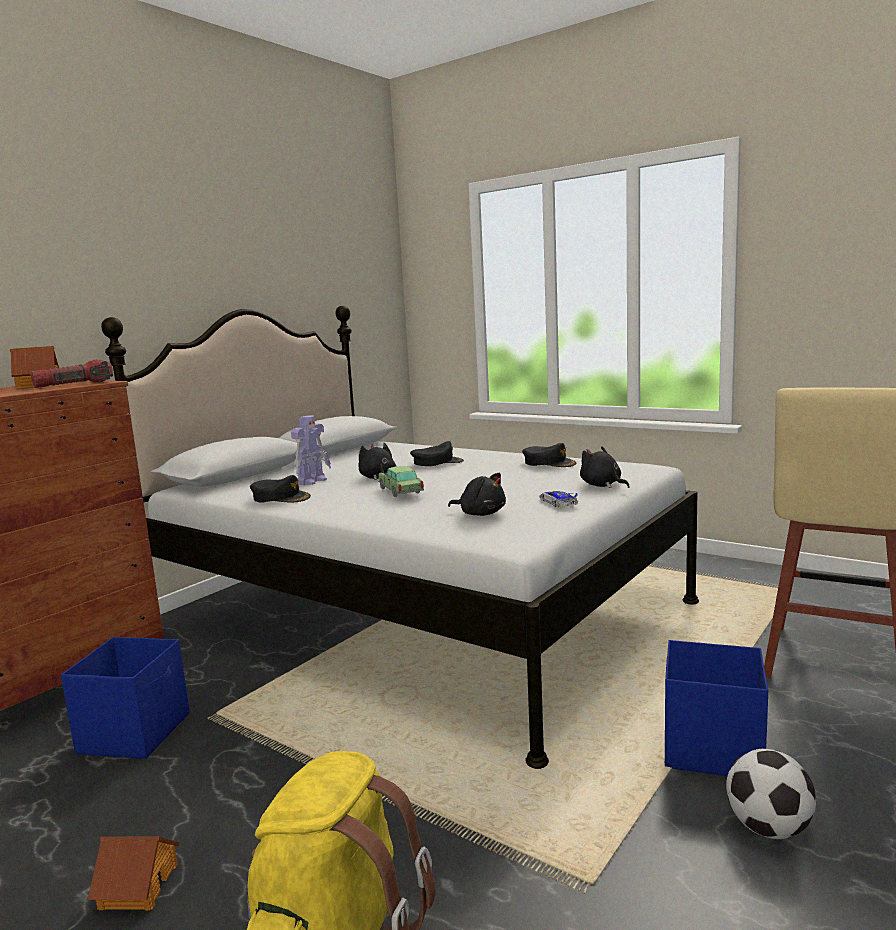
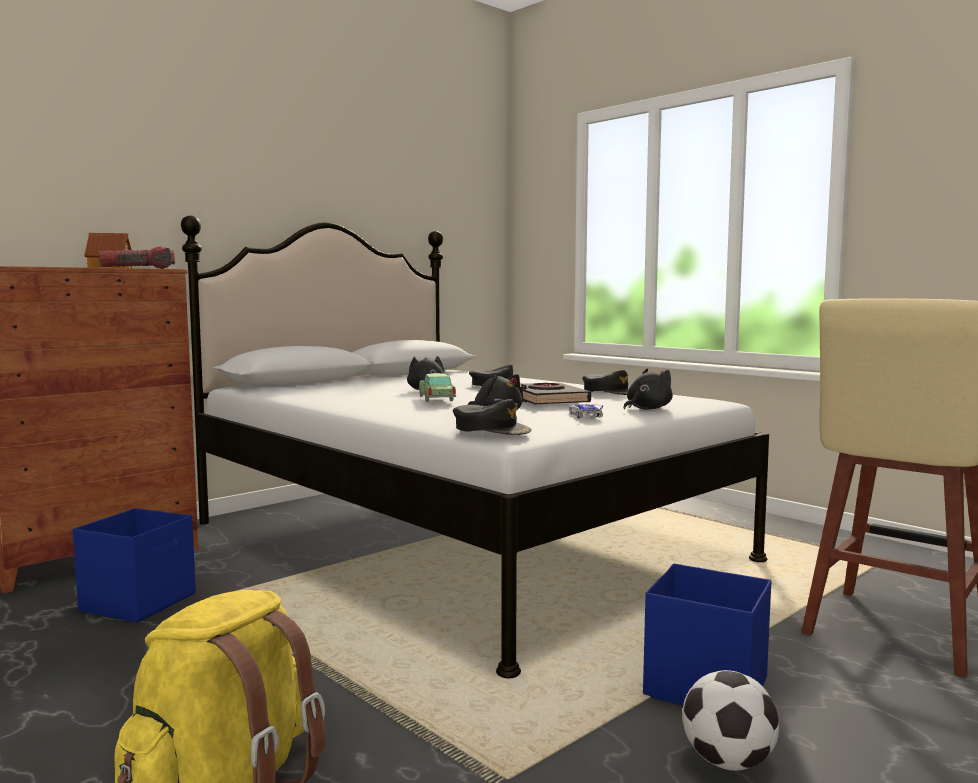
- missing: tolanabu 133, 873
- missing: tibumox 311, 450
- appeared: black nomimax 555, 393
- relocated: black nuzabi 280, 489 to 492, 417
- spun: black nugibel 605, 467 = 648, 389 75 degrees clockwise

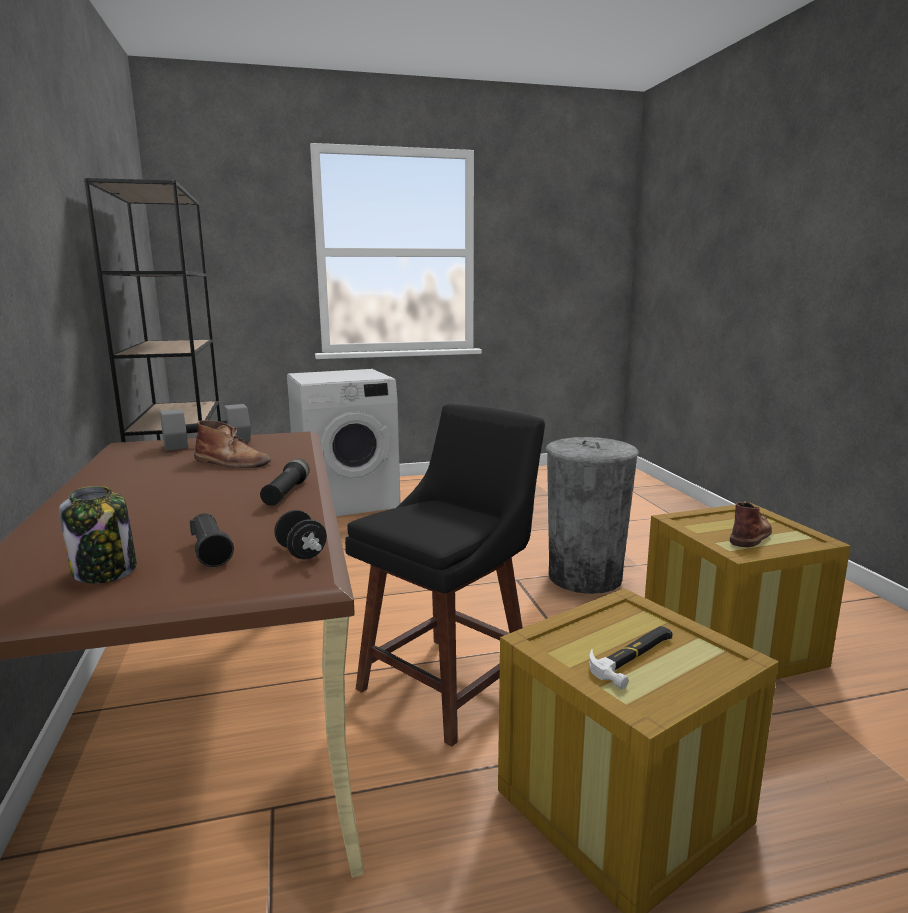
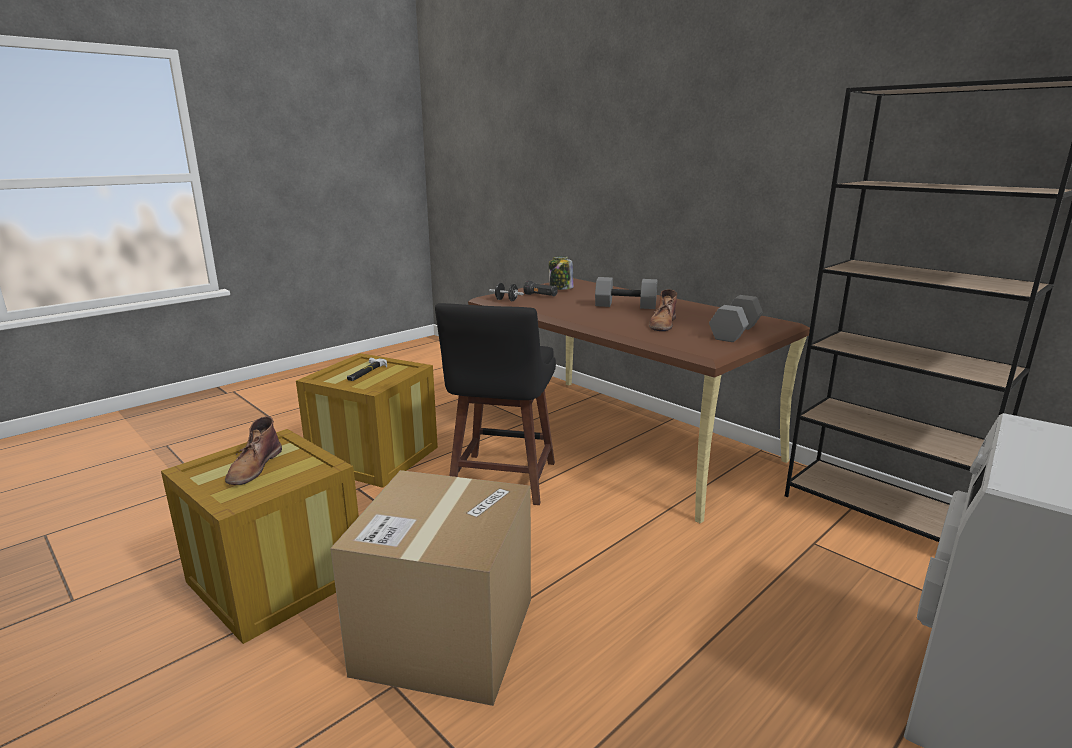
- missing: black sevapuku 285, 482
- appeared: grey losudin 626, 293
- exchanged: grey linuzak 592, 515 to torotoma 430, 588
- spun: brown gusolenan 232, 444 = 663, 310 60 degrees counterclockwise

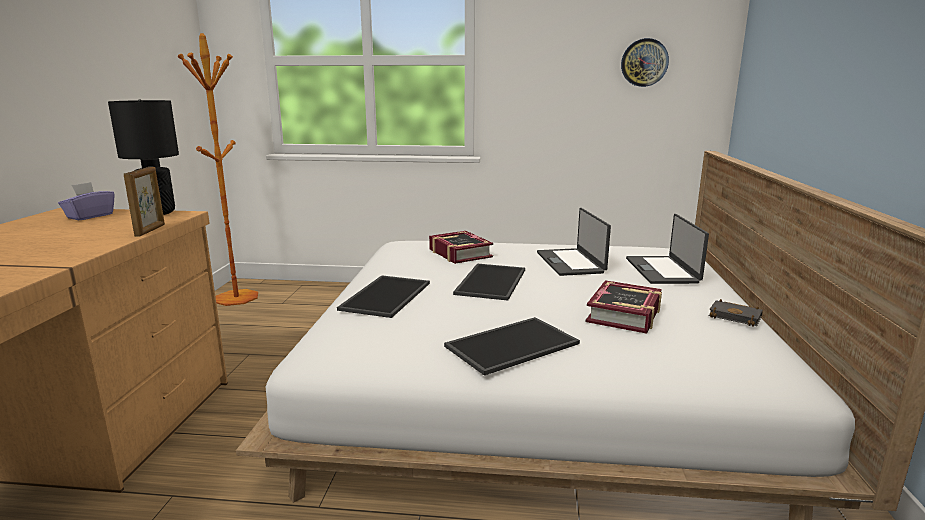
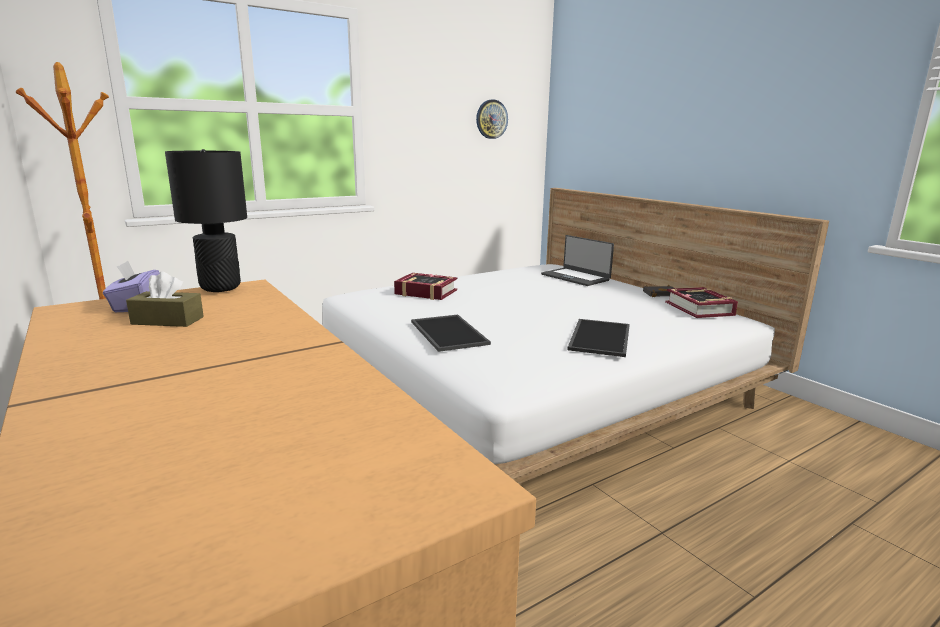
- missing: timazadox 144, 201
- missing: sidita 489, 282
- missing: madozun 574, 242
- appeared: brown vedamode 165, 299
- relocated: nomimax 623, 307 to 701, 302

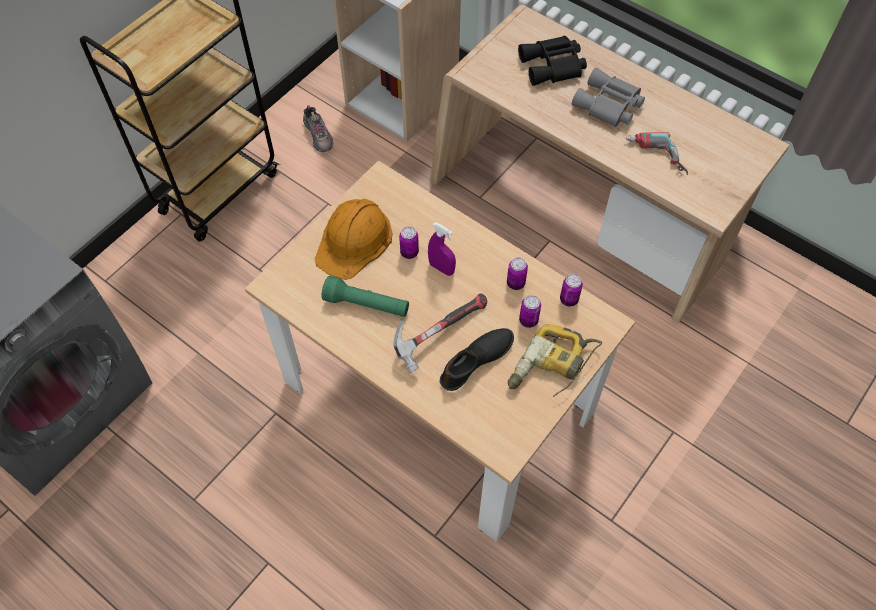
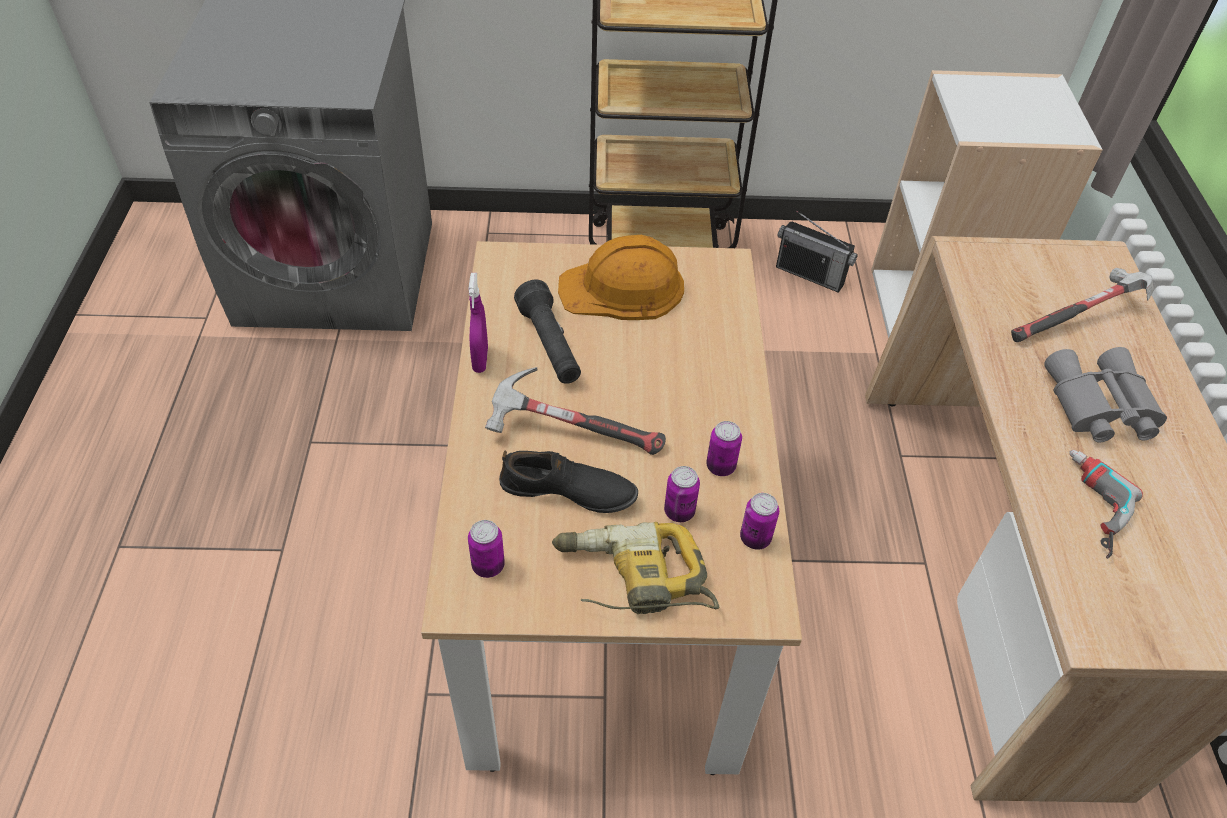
- relocated: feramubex 409, 242 to 486, 549
- relocated: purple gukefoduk 442, 249 to 478, 323
- exchanged: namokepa 318, 128 to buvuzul 817, 252
- exchanged: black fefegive 552, 61 to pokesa 1082, 305
- colour: green sevapuku 365, 296 to black sevapuku 547, 332

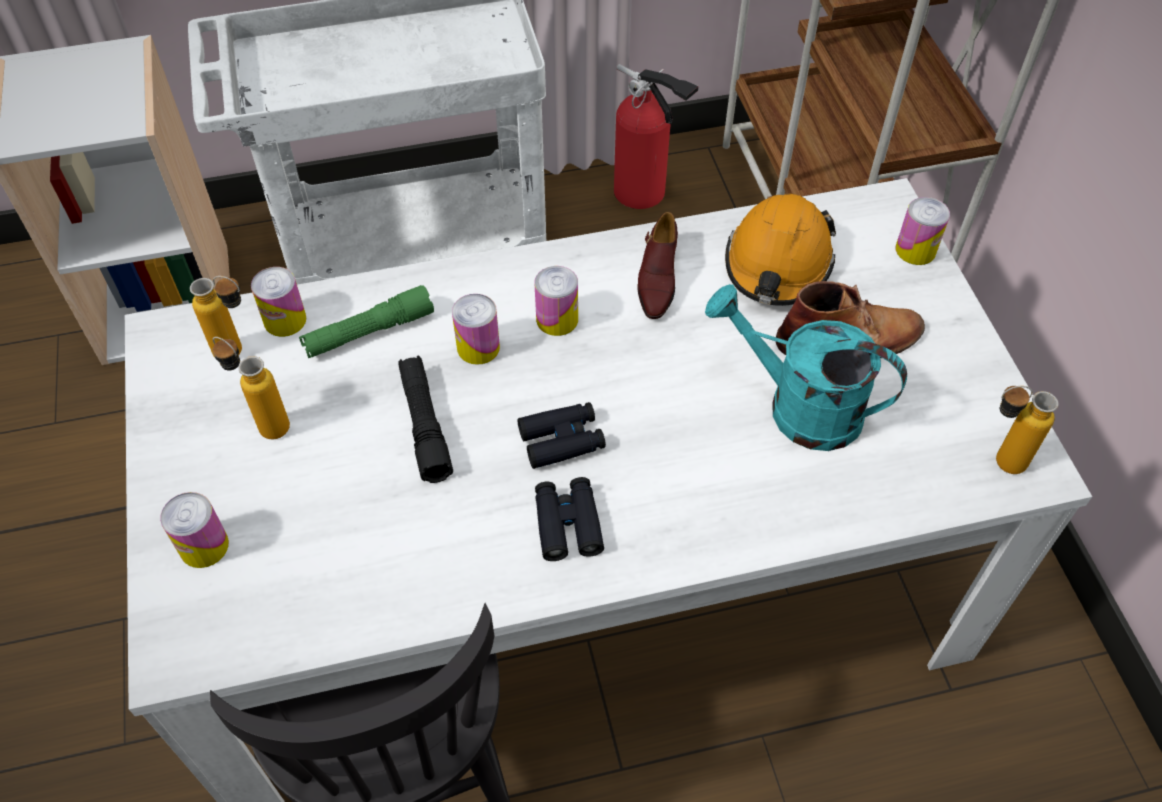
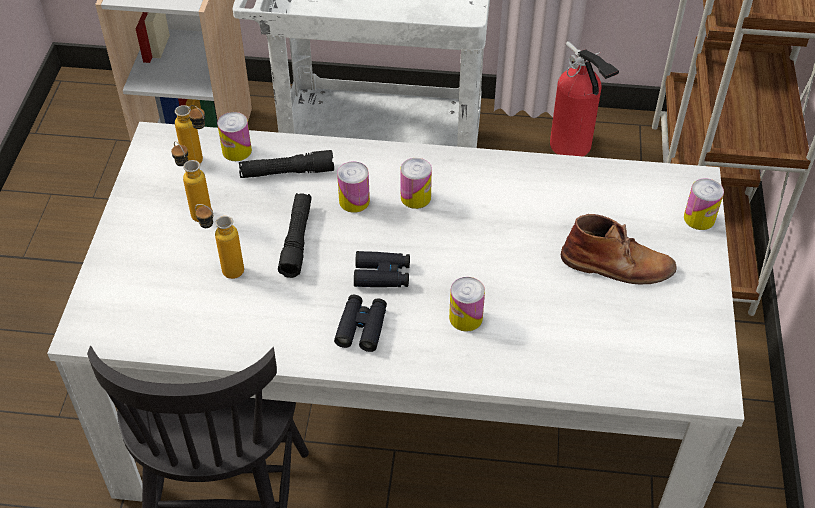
- missing: brown namokepa 658, 265
- missing: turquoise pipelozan 806, 367
- missing: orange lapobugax 780, 250
- relocated: feramubex 194, 530 to 467, 304
- relocated: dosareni 1027, 430 to 219, 241
- colour: green sevapuku 366, 321 to black sevapuku 286, 164

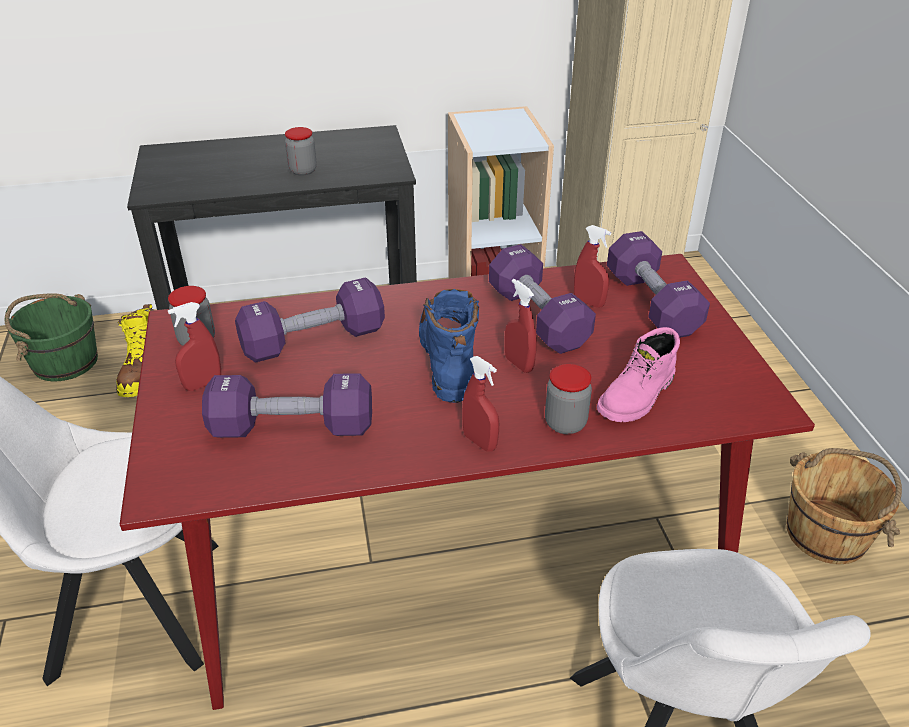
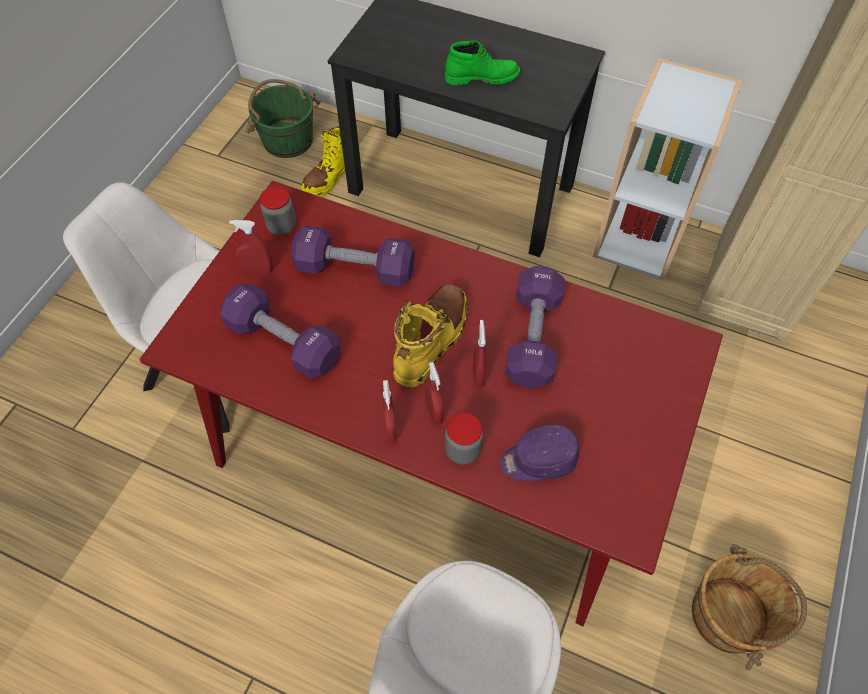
- missing: purple losudin 658, 284
- relocated: red gukefoduk 592, 266 to 434, 393
- exchanged: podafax 301, 151 to green gusolenan 482, 62
- exchanged: pink gusolenan 638, 374 to purple nuzabi 539, 453
- colour: blue gusolenan 449, 346 to yellow gusolenan 430, 335

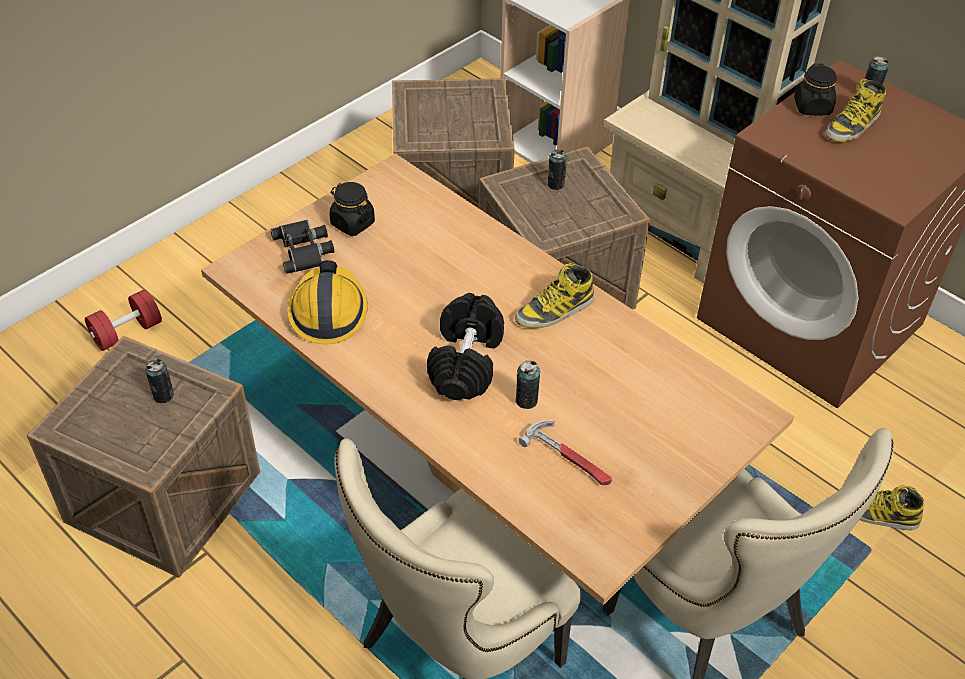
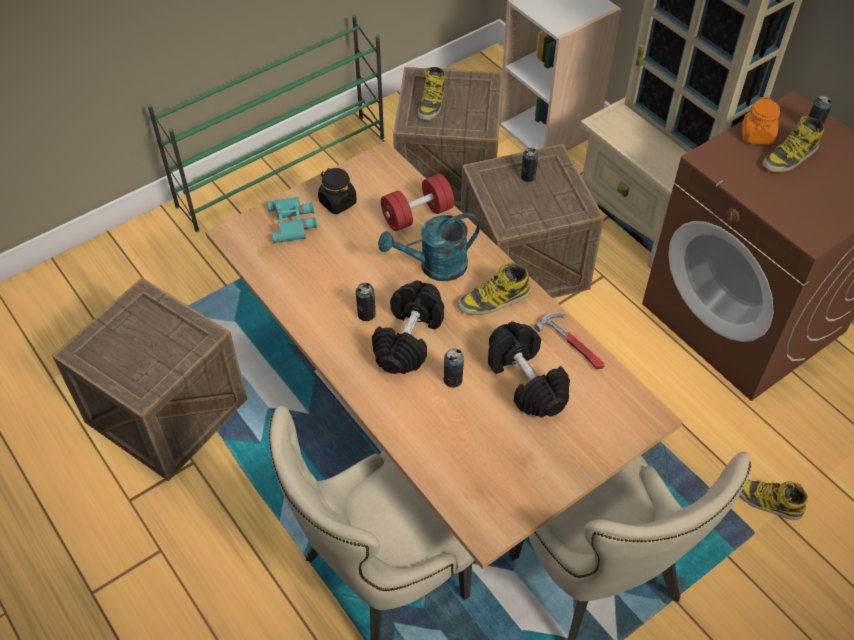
- missing: lapobugax 327, 302
- appeared: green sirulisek 265, 123
- appeared: turquoise pipelozan 429, 247
- appeared: gusolenan 431, 94
- appeared: black losudin 529, 369
- relocated: red losudin 123, 320 to 417, 202
- relocated: feramubex 159, 381 to 366, 302
- relocated: pokesa 565, 452 to 569, 340
- colour: black fefegive 302, 247 to turquoise fefegive 292, 220
- colour: black podafax 815, 89 to orange podafax 761, 121

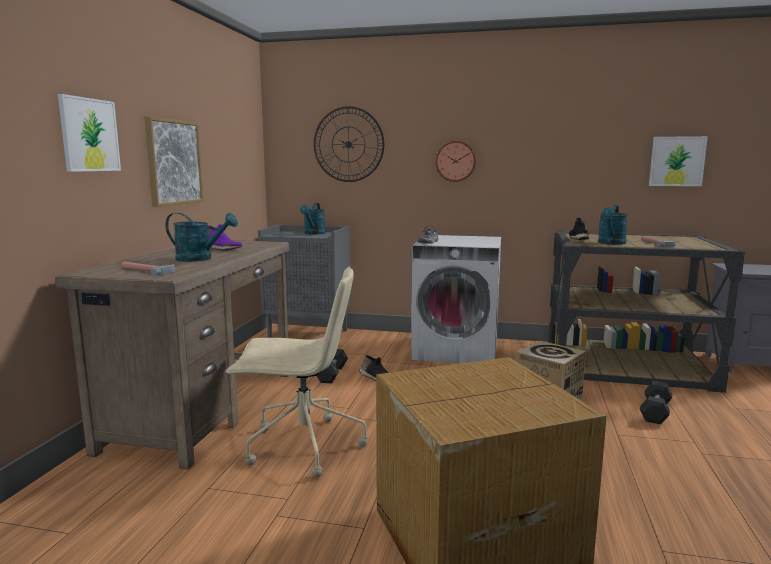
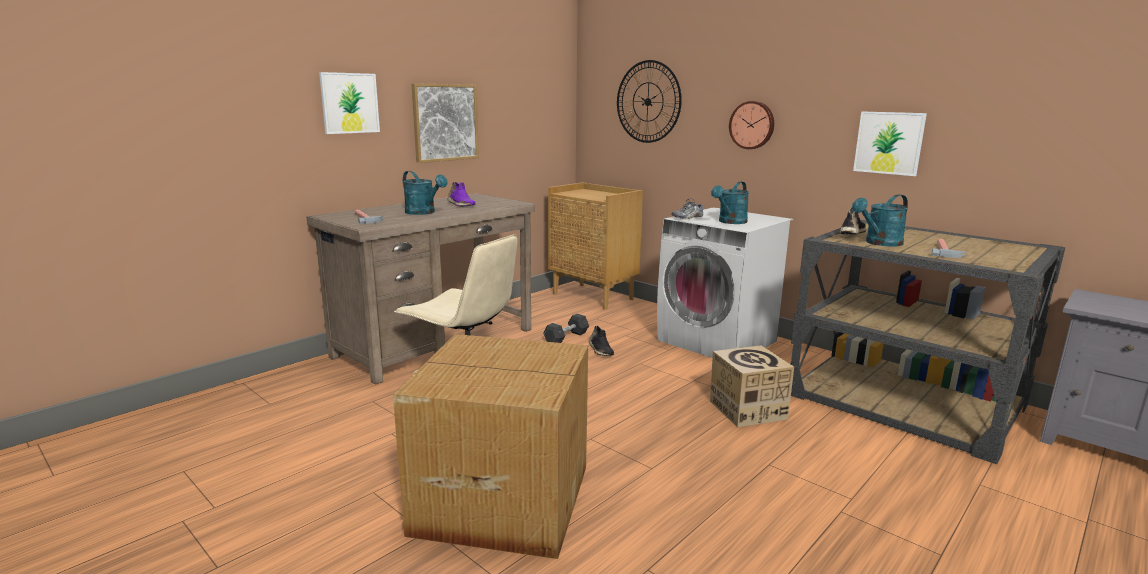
- missing: grey losudin 656, 403
- relocated: turquoise pipelozan 313, 219 to 730, 203
- relocated: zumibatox 678, 161 to 890, 144
- colour: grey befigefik 304, 281 to brown befigefik 595, 246

